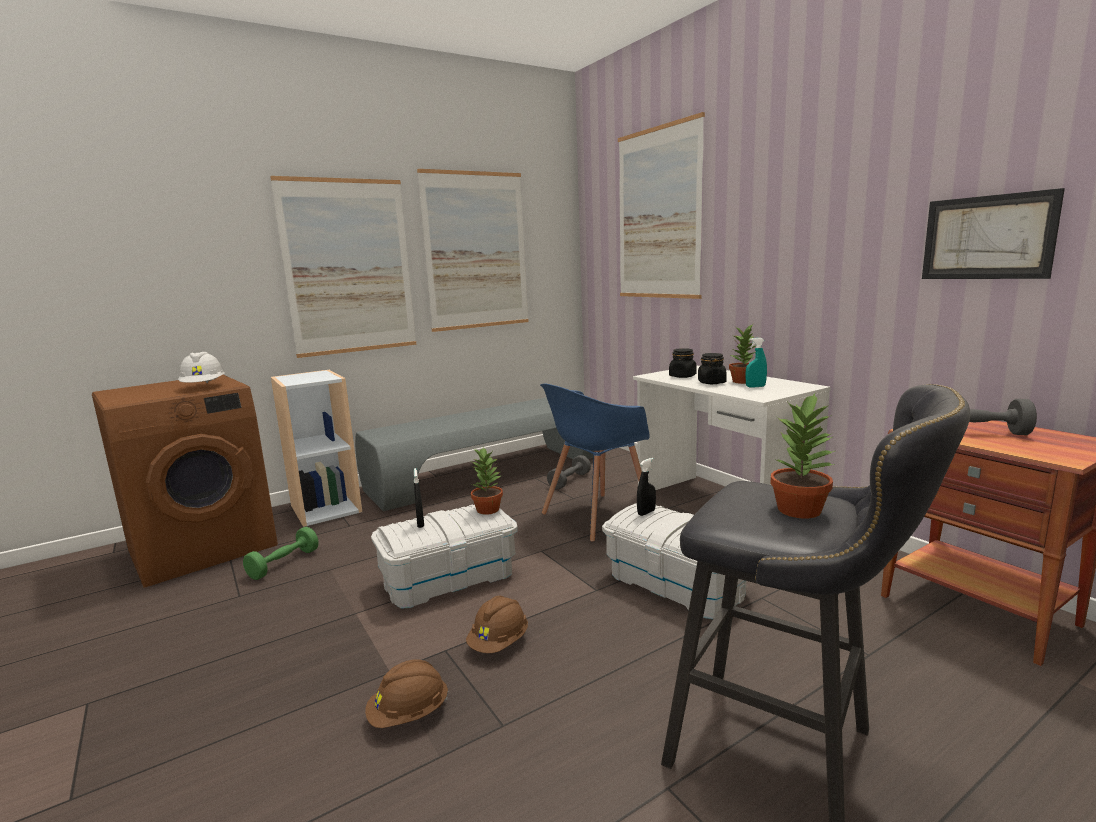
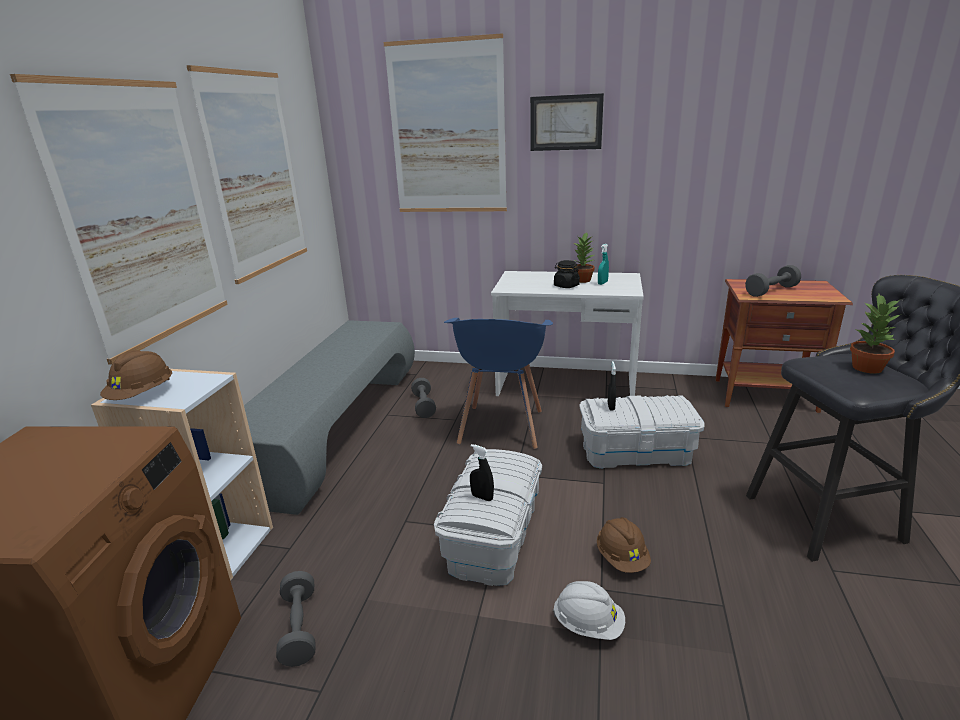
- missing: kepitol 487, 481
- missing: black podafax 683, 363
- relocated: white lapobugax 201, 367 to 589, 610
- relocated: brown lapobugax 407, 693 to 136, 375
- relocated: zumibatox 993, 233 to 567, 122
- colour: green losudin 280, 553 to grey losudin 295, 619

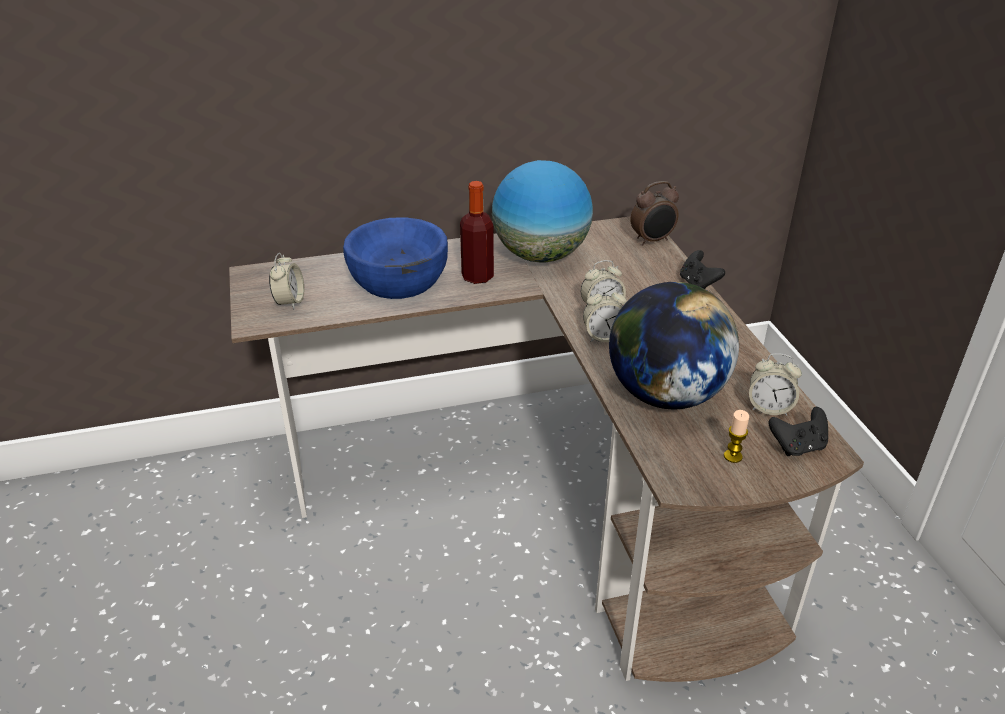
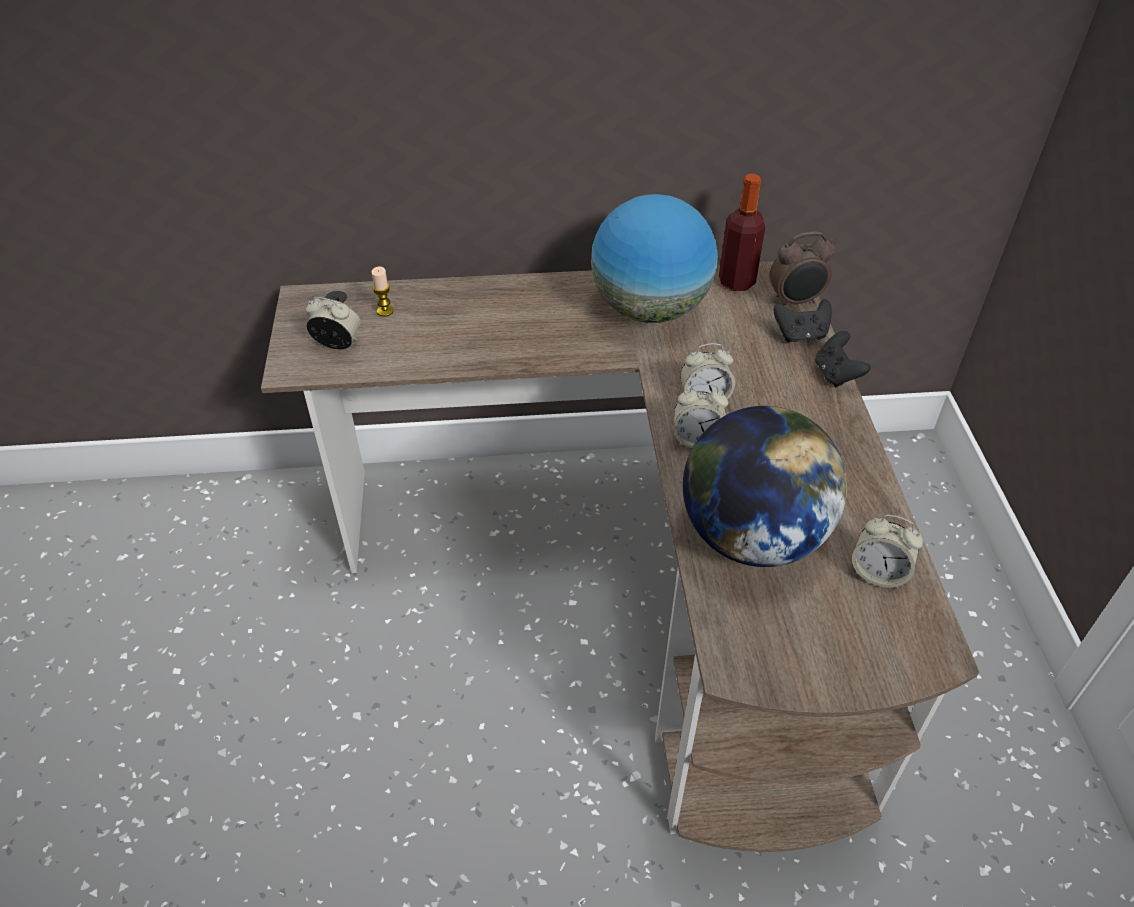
- missing: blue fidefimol 395, 258
- relocated: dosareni 477, 232 to 742, 232
- relocated: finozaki 736, 436 to 382, 291
- relocated: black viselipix 798, 431 to 803, 320
- spun: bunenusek 286, 281 = 333, 323 90 degrees counterclockwise

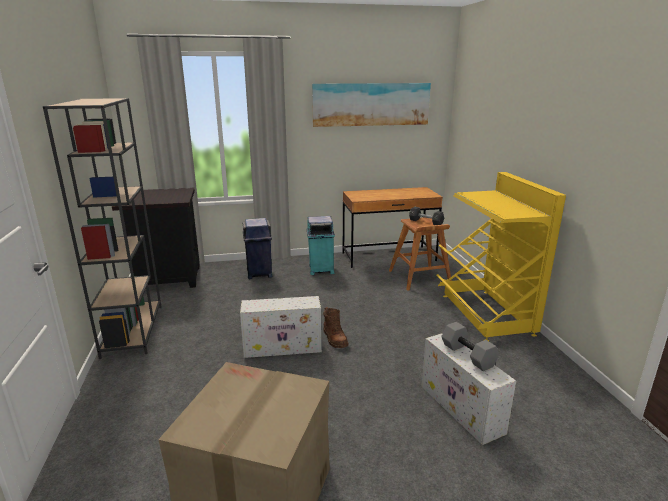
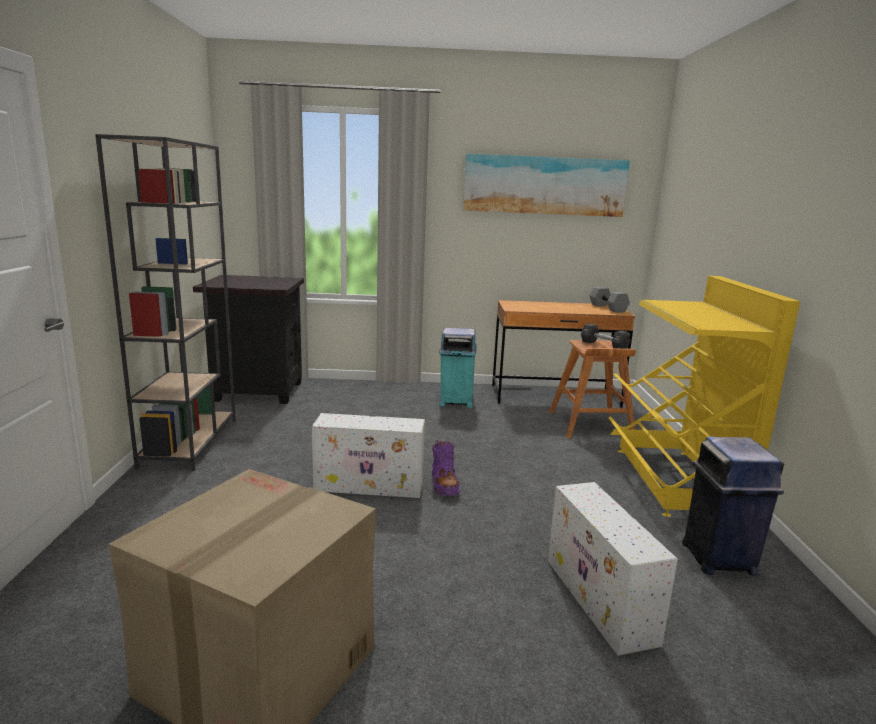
- relocated: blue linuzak 257, 248 to 733, 506
- relocated: grey losudin 470, 346 to 610, 300
- colour: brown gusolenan 336, 327 to purple gusolenan 446, 468

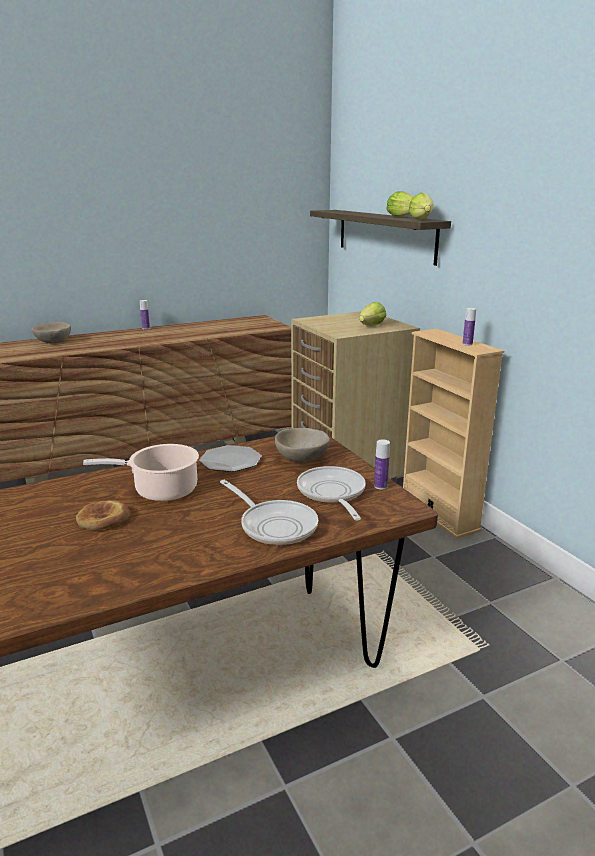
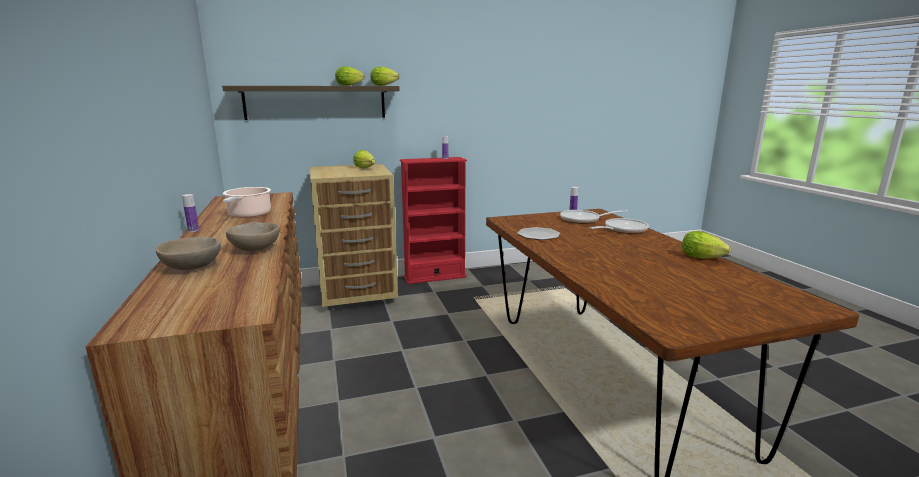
- missing: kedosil 103, 515
- appeared: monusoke 706, 245
- relocated: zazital 141, 472 to 247, 202
- relocated: beige fidefimol 302, 445 to 253, 236
- colour: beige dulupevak 453, 434 to red dulupevak 433, 220

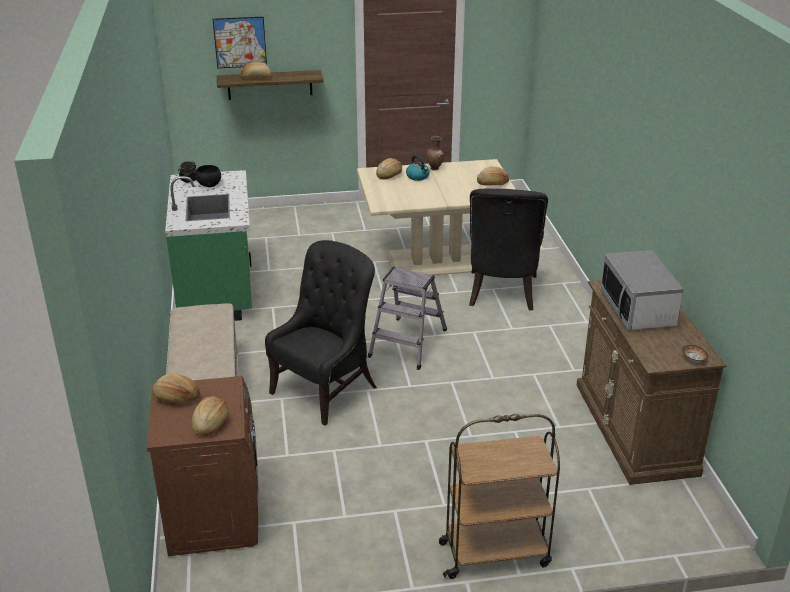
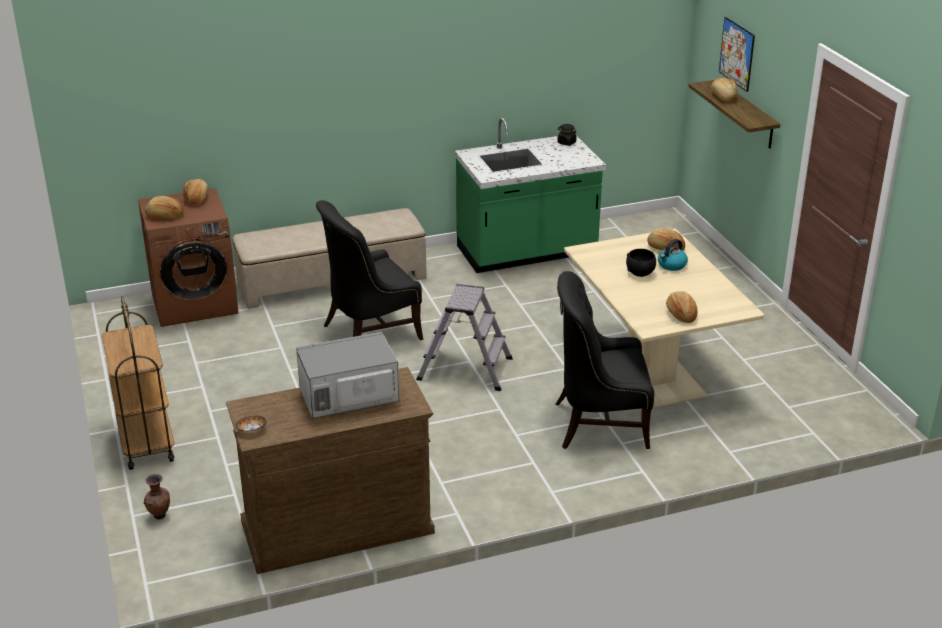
- relocated: black fidefimol 208, 176 to 641, 263
- relocated: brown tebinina 435, 153 to 157, 497
- spun: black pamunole 321, 332 = 369, 270 120 degrees clockwise

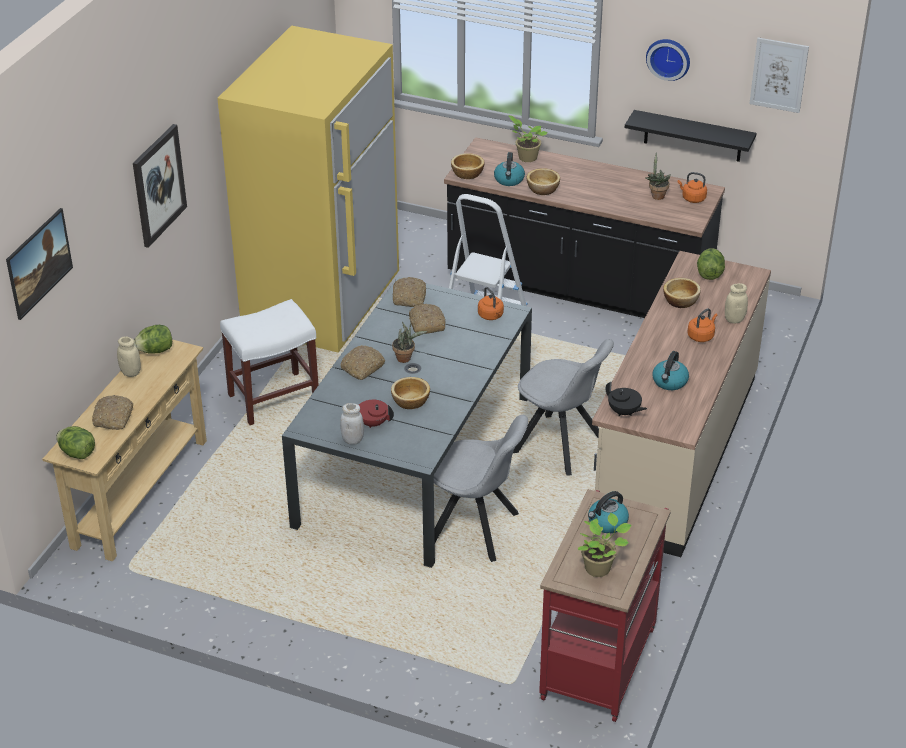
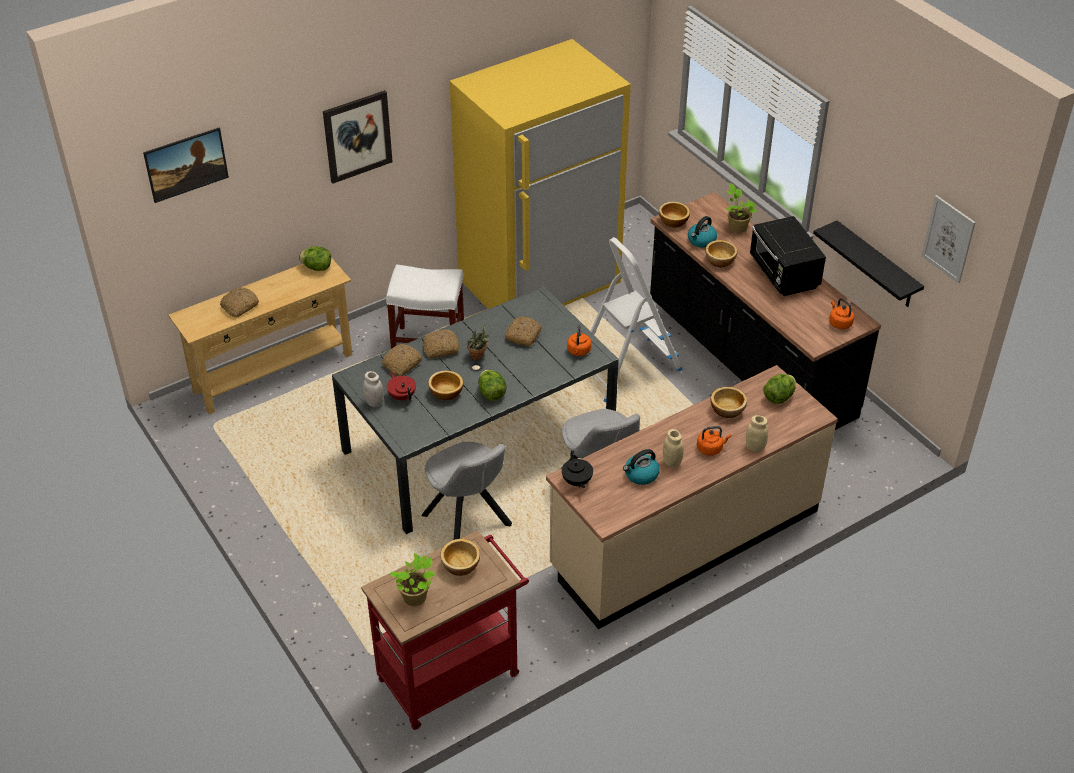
- missing: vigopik 668, 60
- missing: kepitol 658, 176
- appeared: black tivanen 787, 256
- relocated: monusoke 75, 442 to 492, 385
- relocated: beige podafax 129, 356 to 673, 448
- relocated: kedosil 409, 292 to 402, 360
- exchanged: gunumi 608, 512 to fidefimol 460, 557

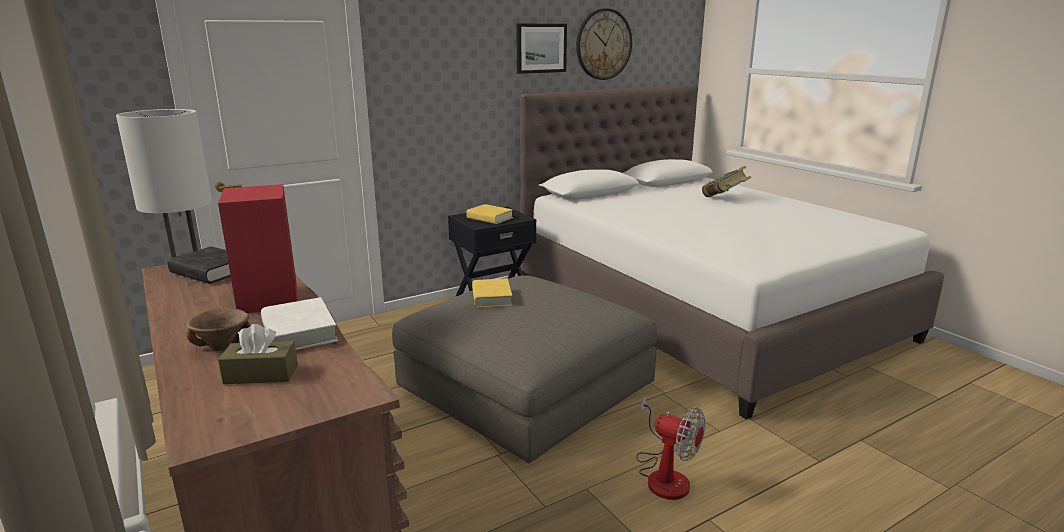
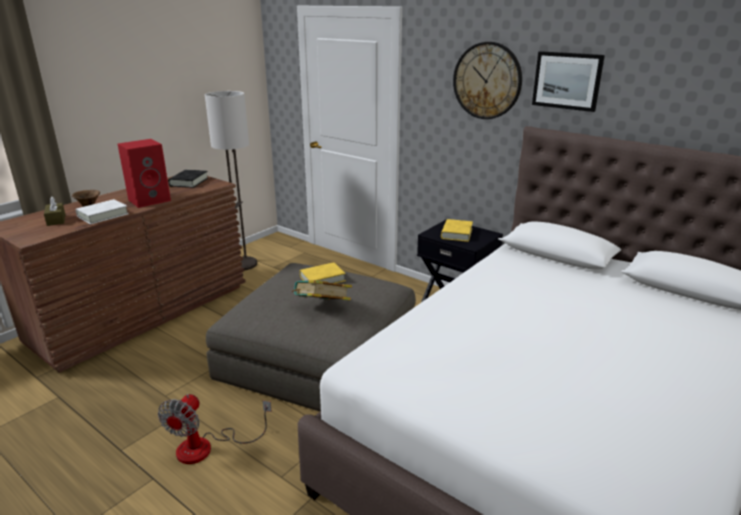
- relocated: vigopik 604, 44 to 487, 80
- relocated: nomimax 726, 181 to 322, 290

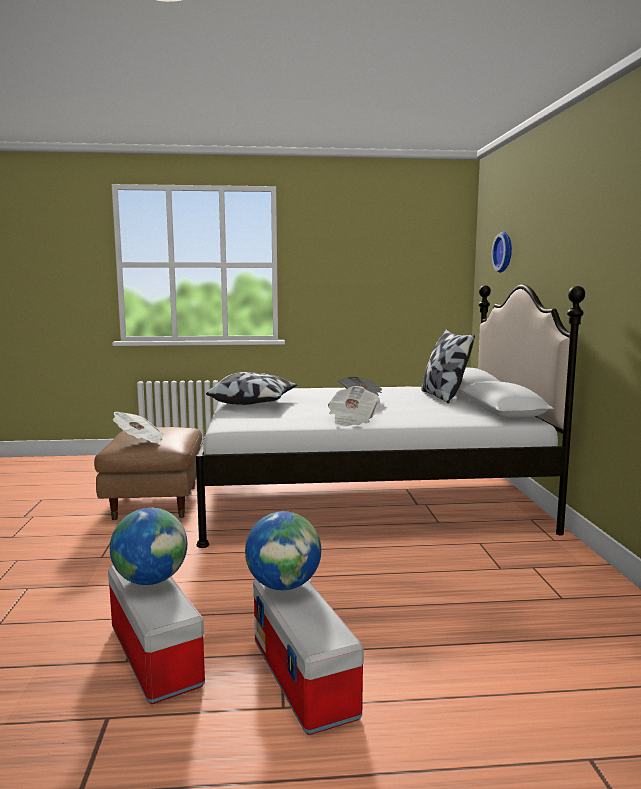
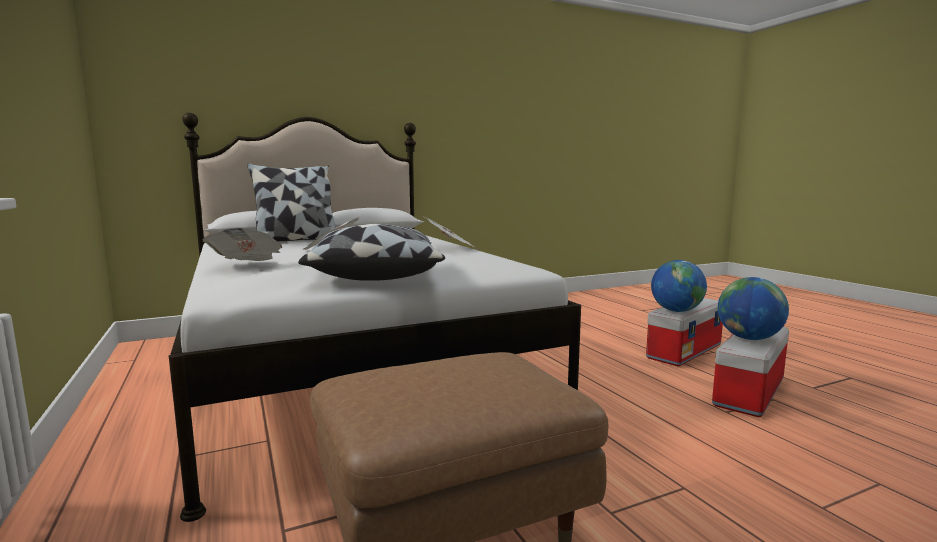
- missing: vigopik 501, 252
- relocated: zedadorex 138, 428 to 242, 244

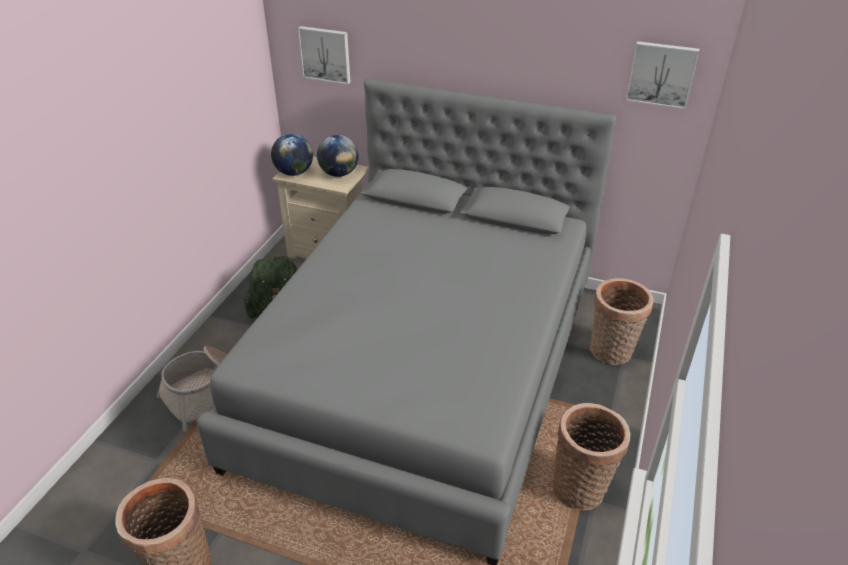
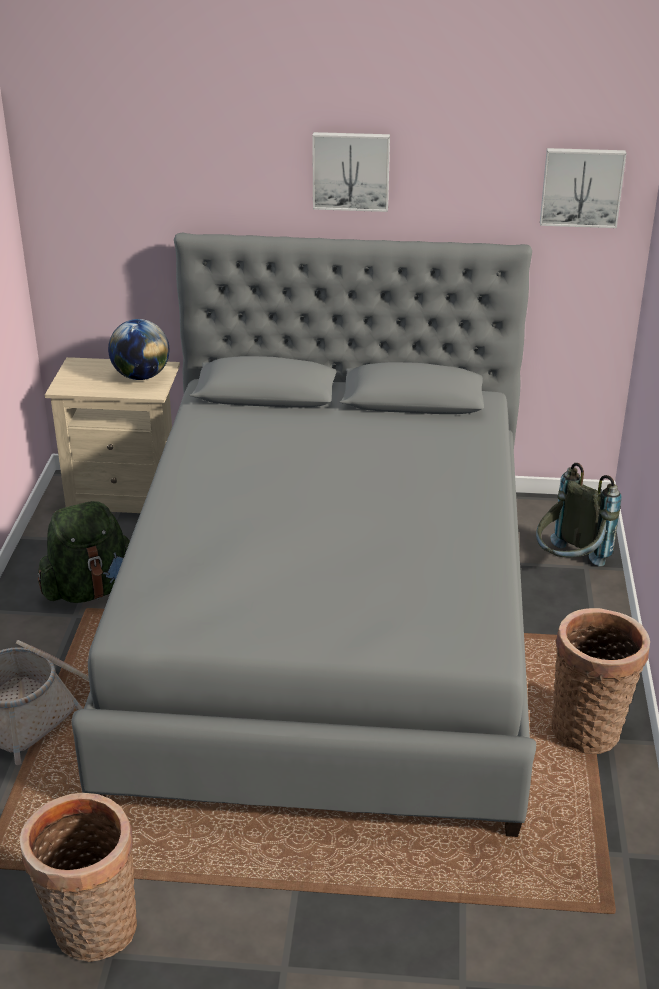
- missing: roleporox 292, 155
- relocated: zumibatox 324, 55 to 351, 172
- exchanged: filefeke 622, 321 to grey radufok 578, 514

